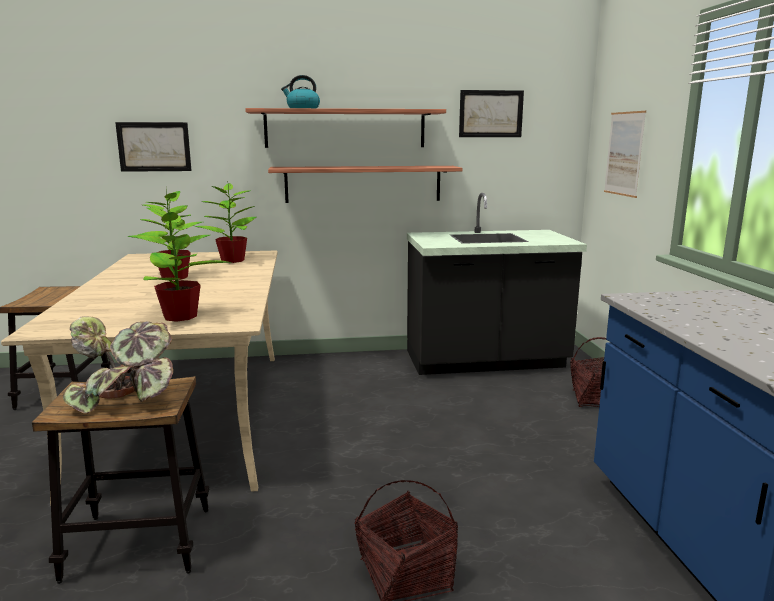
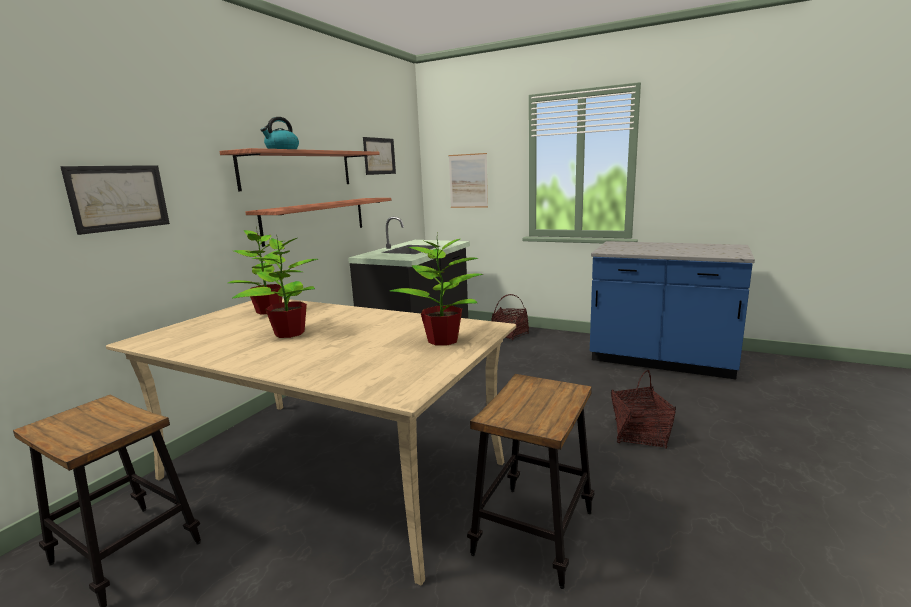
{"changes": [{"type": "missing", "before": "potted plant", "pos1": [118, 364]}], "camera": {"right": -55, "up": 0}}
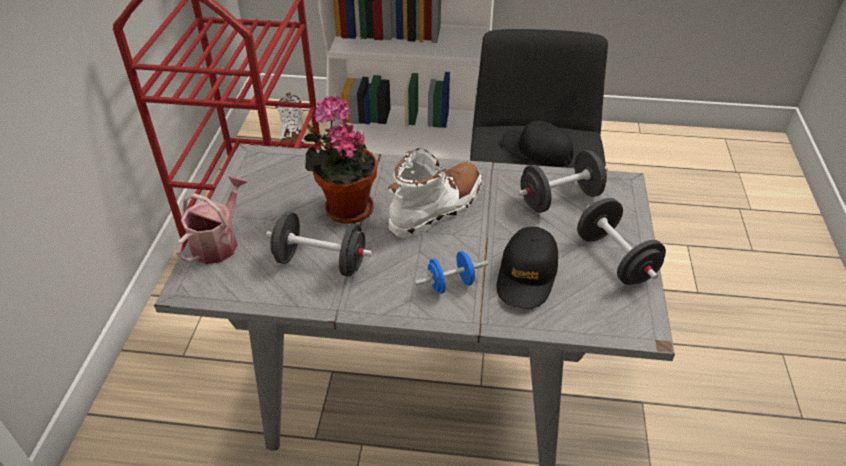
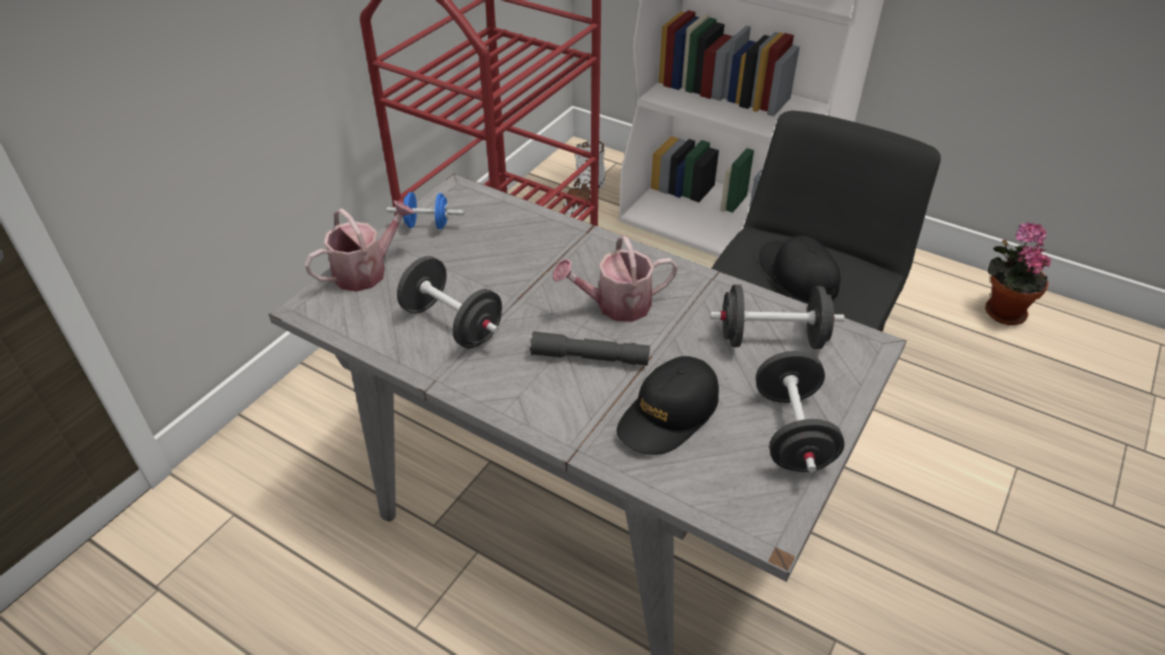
{"changes": [{"type": "relocated", "before": "blue dumbbell", "pos1": [451, 272], "pos2": [425, 210]}, {"type": "appeared", "after": "grey flashlight", "pos2": [590, 348]}, {"type": "exchanged", "before": "white boot", "after": "watering can", "pos1": [434, 193], "pos2": [615, 279]}, {"type": "relocated", "before": "potted plant", "pos1": [340, 160], "pos2": [1018, 273]}], "camera": {"right": 25, "up": 0}}
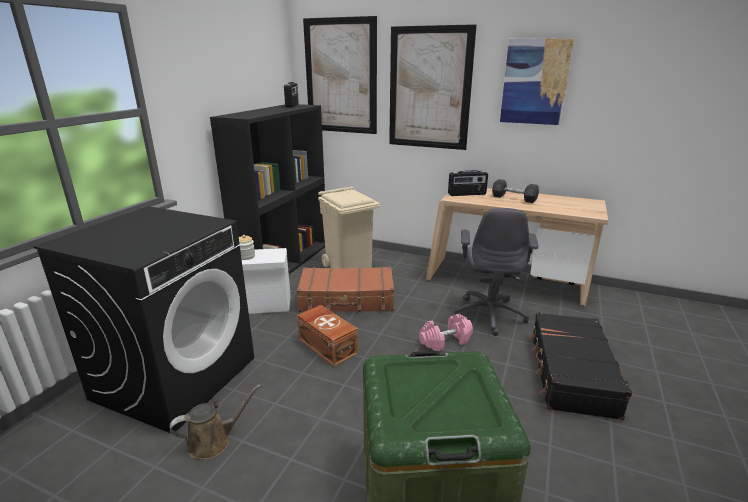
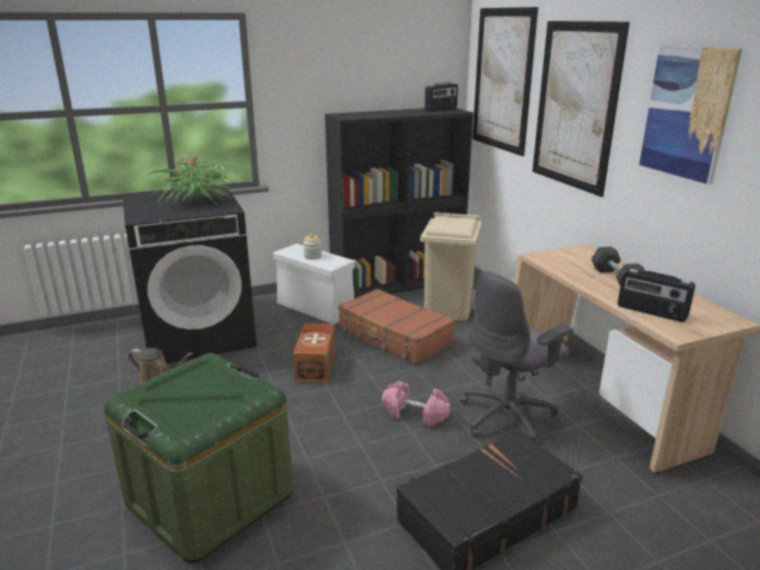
{"changes": [{"type": "appeared", "after": "potted plant", "pos2": [194, 179]}, {"type": "relocated", "before": "radio", "pos1": [468, 183], "pos2": [656, 295]}], "camera": {"right": 45, "up": 0}}
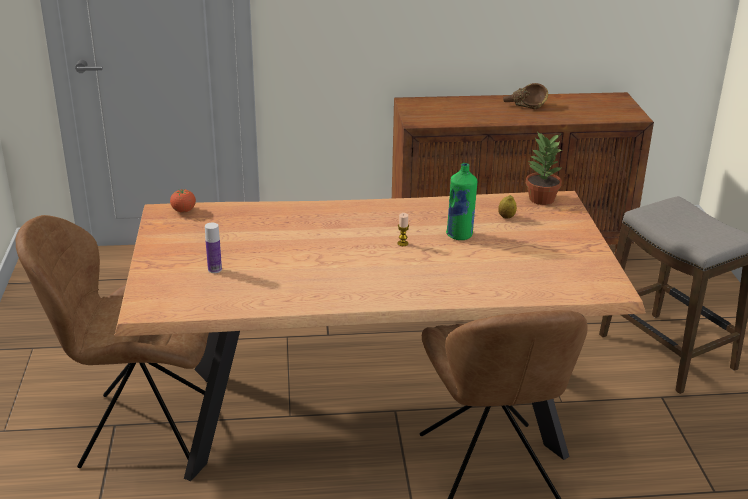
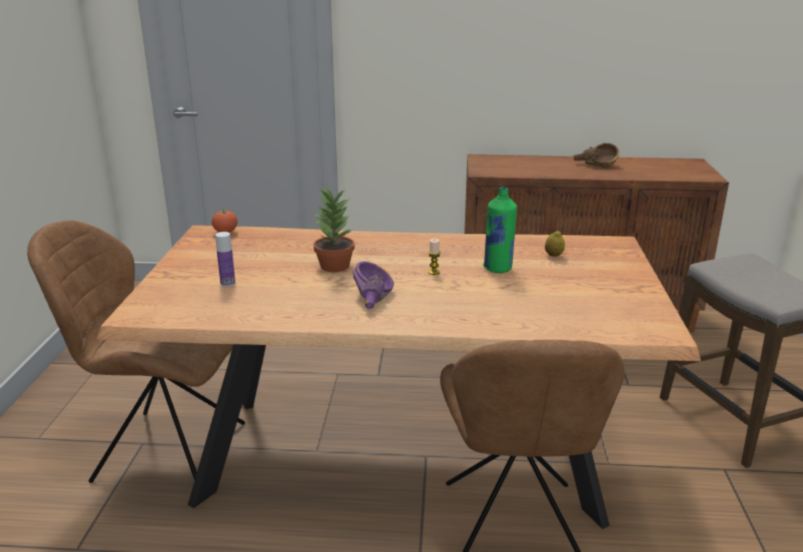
{"changes": [{"type": "relocated", "before": "potted plant", "pos1": [544, 168], "pos2": [334, 229]}, {"type": "appeared", "after": "purple bowl", "pos2": [373, 285]}], "camera": {"right": 10, "up": -5}}
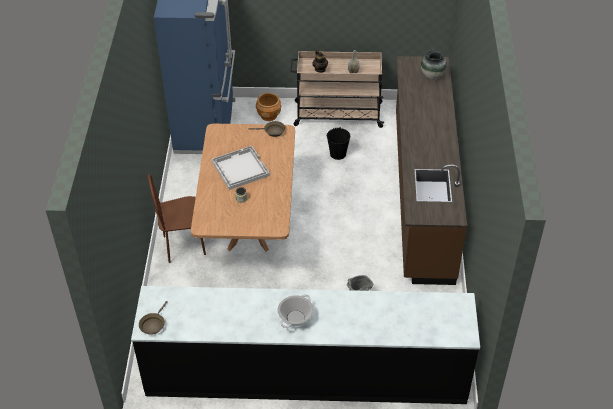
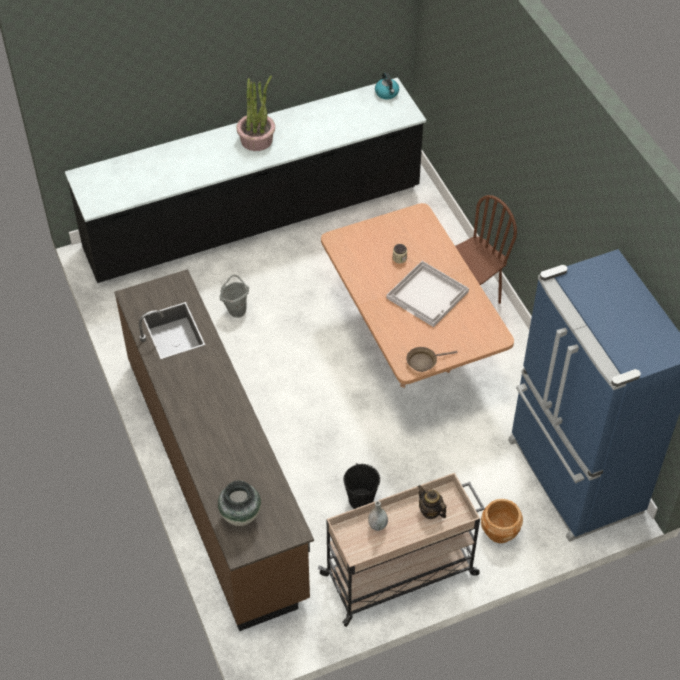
{"changes": [{"type": "exchanged", "before": "cooking pot", "after": "potted plant", "pos1": [296, 311], "pos2": [256, 113]}, {"type": "exchanged", "before": "brown frying pan", "after": "kettle", "pos1": [153, 318], "pos2": [387, 85]}], "camera": {"right": 155, "up": 5}}
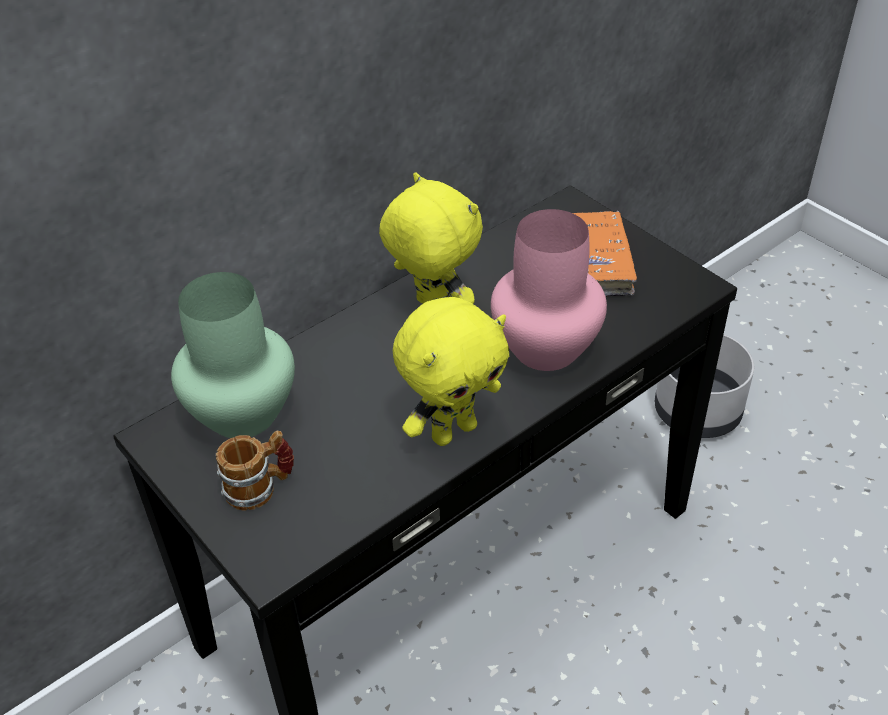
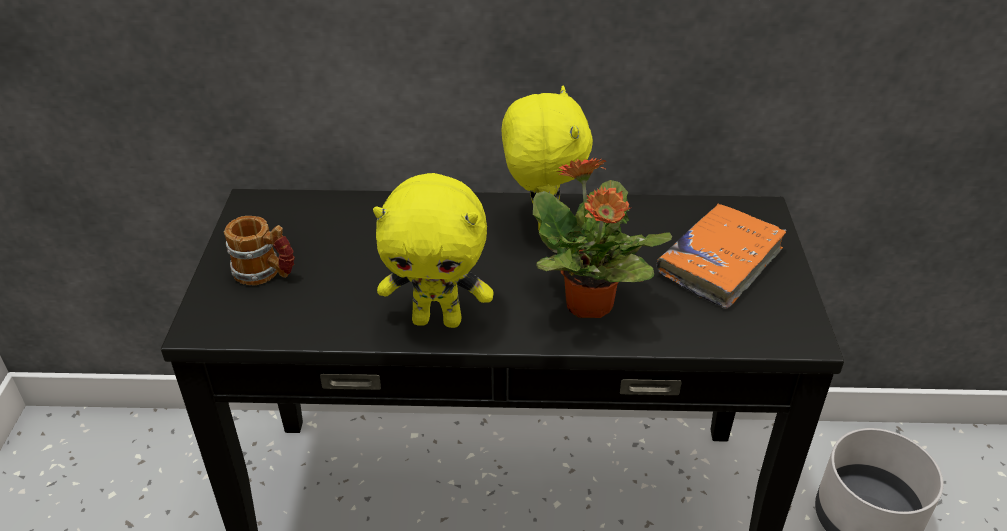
{"changes": [{"type": "exchanged", "before": "pink vase", "after": "potted plant", "pos1": [549, 290], "pos2": [602, 237]}, {"type": "missing", "before": "green vase", "pos1": [233, 355]}], "camera": {"right": 40, "up": -5}}
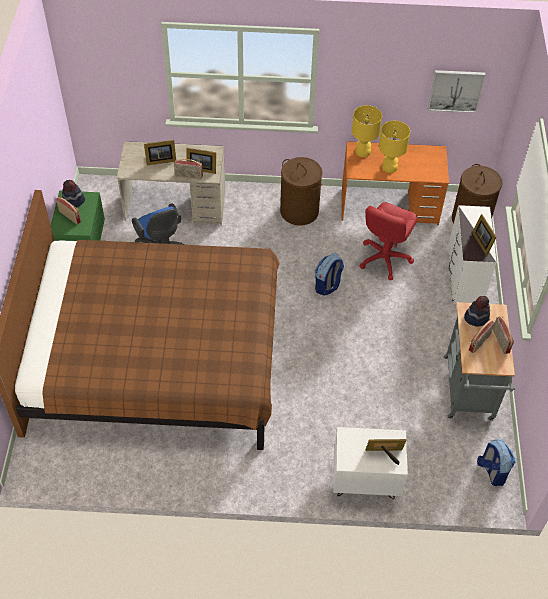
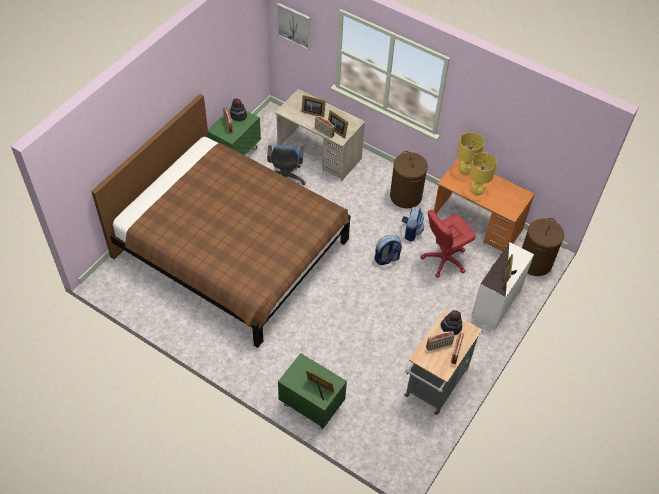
{"changes": [{"type": "relocated", "before": "picture", "pos1": [456, 91], "pos2": [294, 26]}, {"type": "colour", "before": "white nightstand", "after": "green nightstand", "pos1": [370, 463], "pos2": [312, 391]}, {"type": "relocated", "before": "backpack", "pos1": [496, 462], "pos2": [413, 223]}], "camera": {"right": 30, "up": 0}}
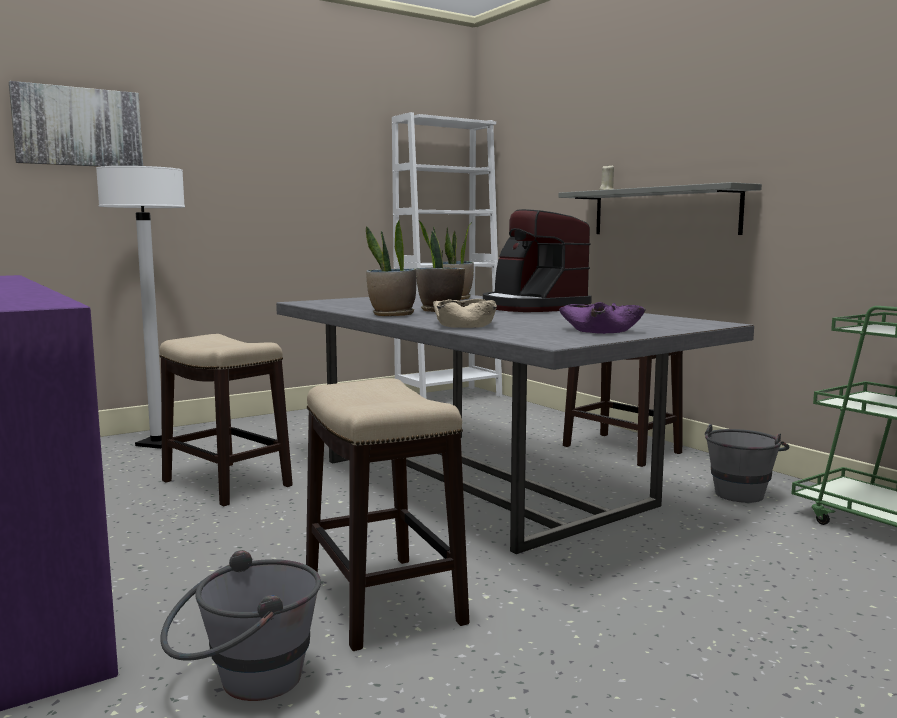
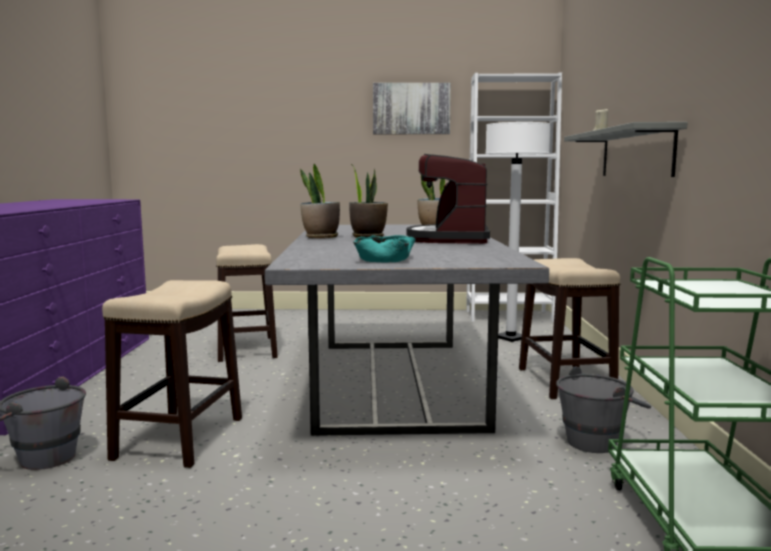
{"changes": [{"type": "colour", "before": "purple bowl", "after": "turquoise bowl", "pos1": [602, 318], "pos2": [384, 248]}, {"type": "relocated", "before": "picture", "pos1": [76, 124], "pos2": [412, 108]}, {"type": "relocated", "before": "white floor lamp", "pos1": [140, 307], "pos2": [517, 232]}, {"type": "missing", "before": "beige bowl", "pos1": [465, 313]}], "camera": {"right": 35, "up": 0}}
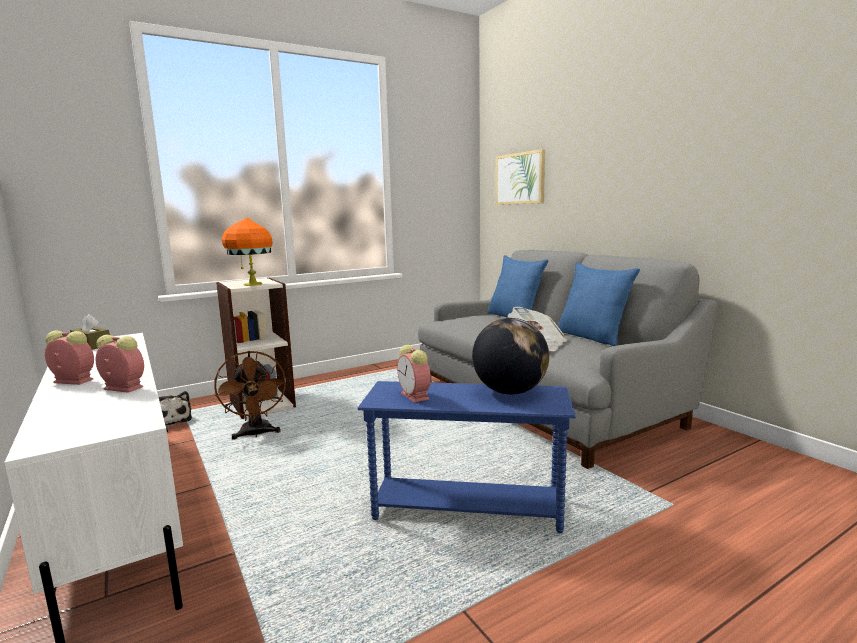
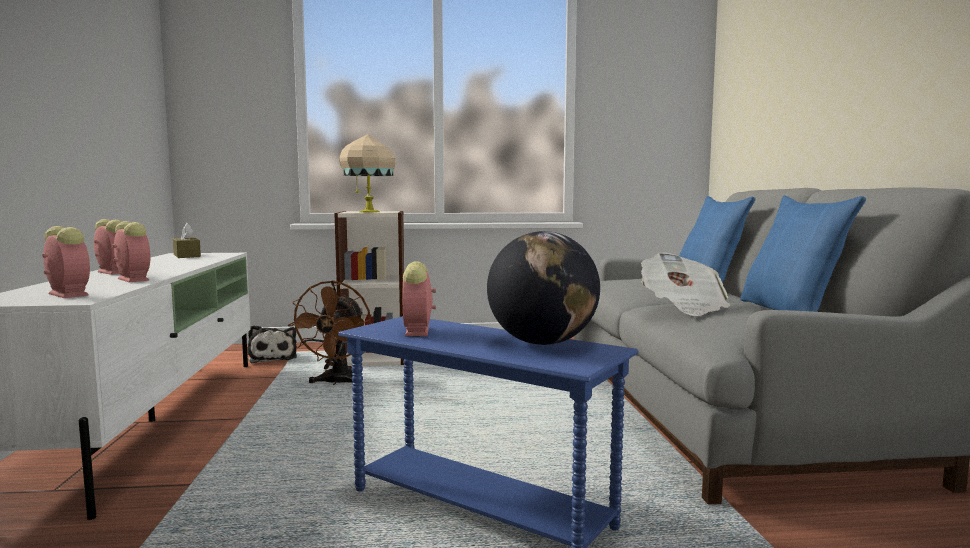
{"changes": [{"type": "appeared", "after": "alarm clock", "pos2": [66, 262]}, {"type": "colour", "before": "orange table lamp", "after": "beige table lamp", "pos1": [247, 251], "pos2": [367, 173]}, {"type": "missing", "before": "picture", "pos1": [520, 177]}], "camera": {"right": 25, "up": -5}}
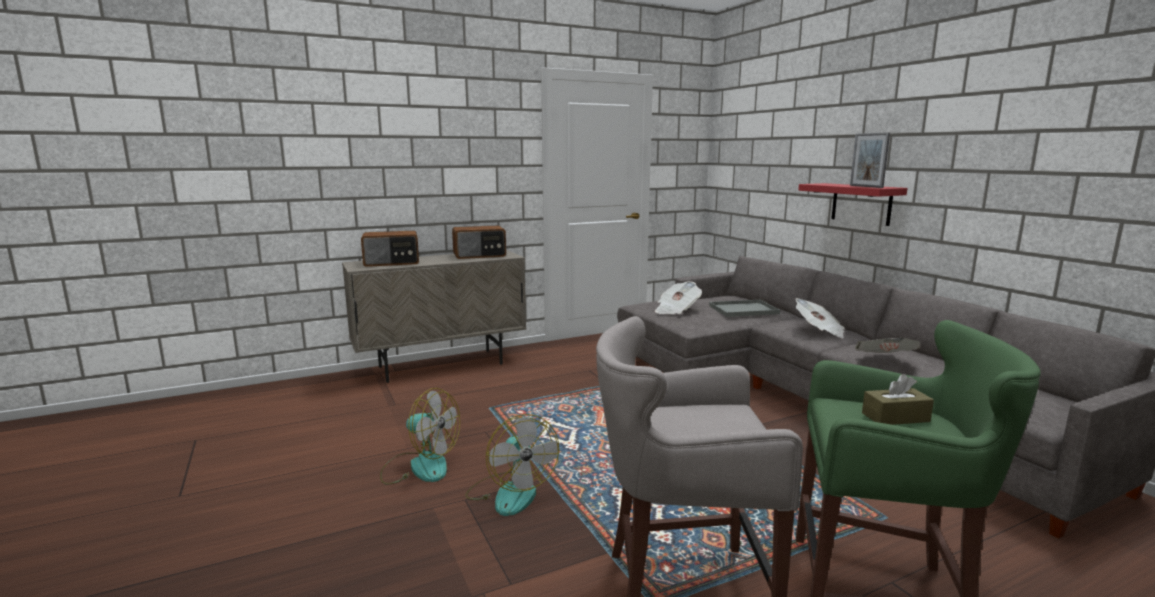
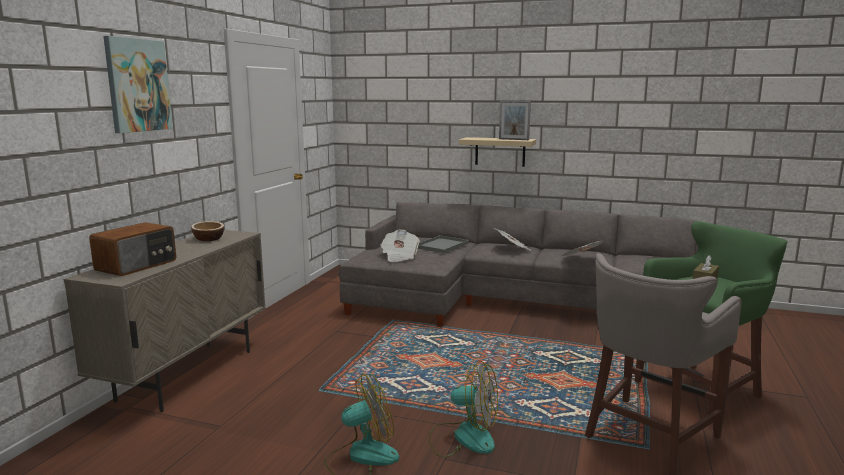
{"changes": [{"type": "appeared", "after": "picture", "pos2": [138, 84]}, {"type": "exchanged", "before": "radio", "after": "bowl", "pos1": [479, 242], "pos2": [207, 231]}, {"type": "colour", "before": "red shelf", "after": "beige shelf", "pos1": [852, 204], "pos2": [497, 152]}], "camera": {"right": -45, "up": 0}}
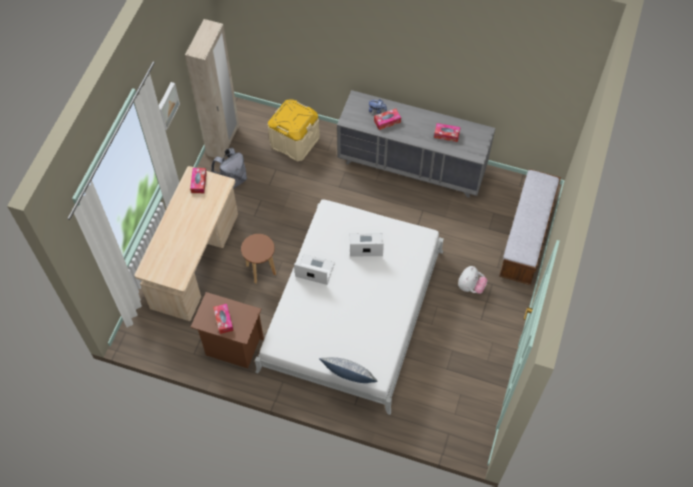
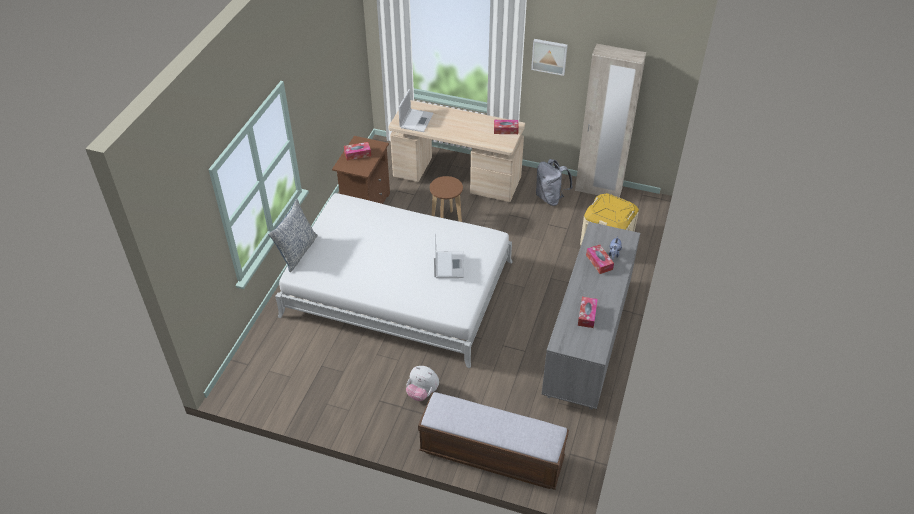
{"changes": [{"type": "relocated", "before": "laptop", "pos1": [314, 269], "pos2": [416, 110]}], "camera": {"right": 90, "up": -15}}
